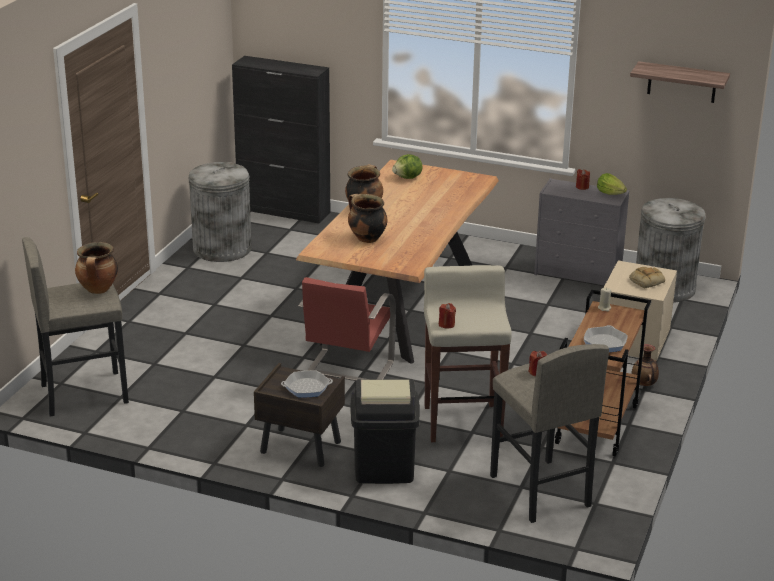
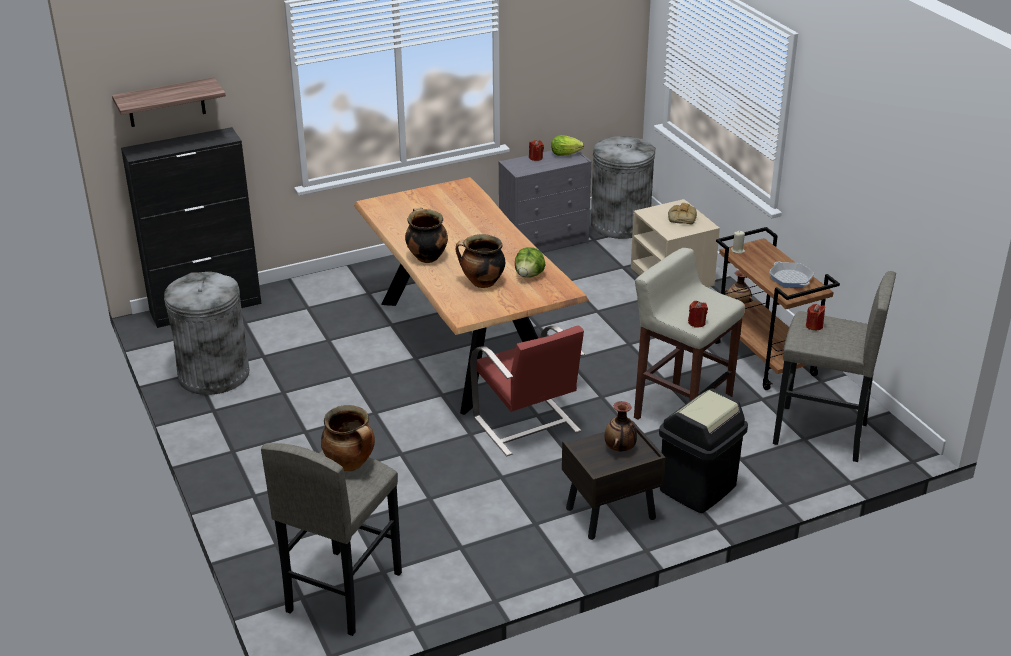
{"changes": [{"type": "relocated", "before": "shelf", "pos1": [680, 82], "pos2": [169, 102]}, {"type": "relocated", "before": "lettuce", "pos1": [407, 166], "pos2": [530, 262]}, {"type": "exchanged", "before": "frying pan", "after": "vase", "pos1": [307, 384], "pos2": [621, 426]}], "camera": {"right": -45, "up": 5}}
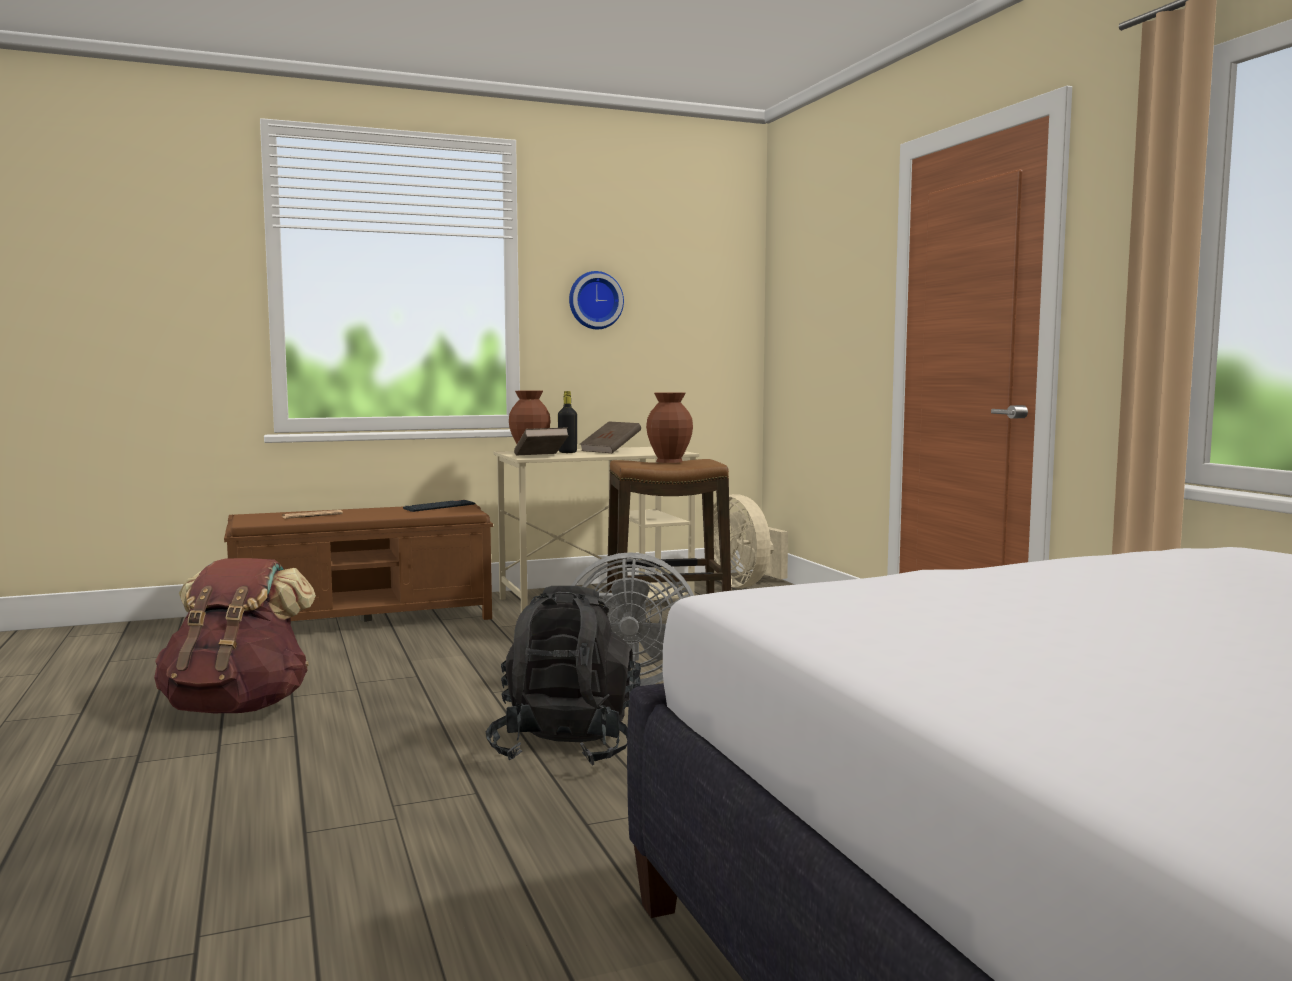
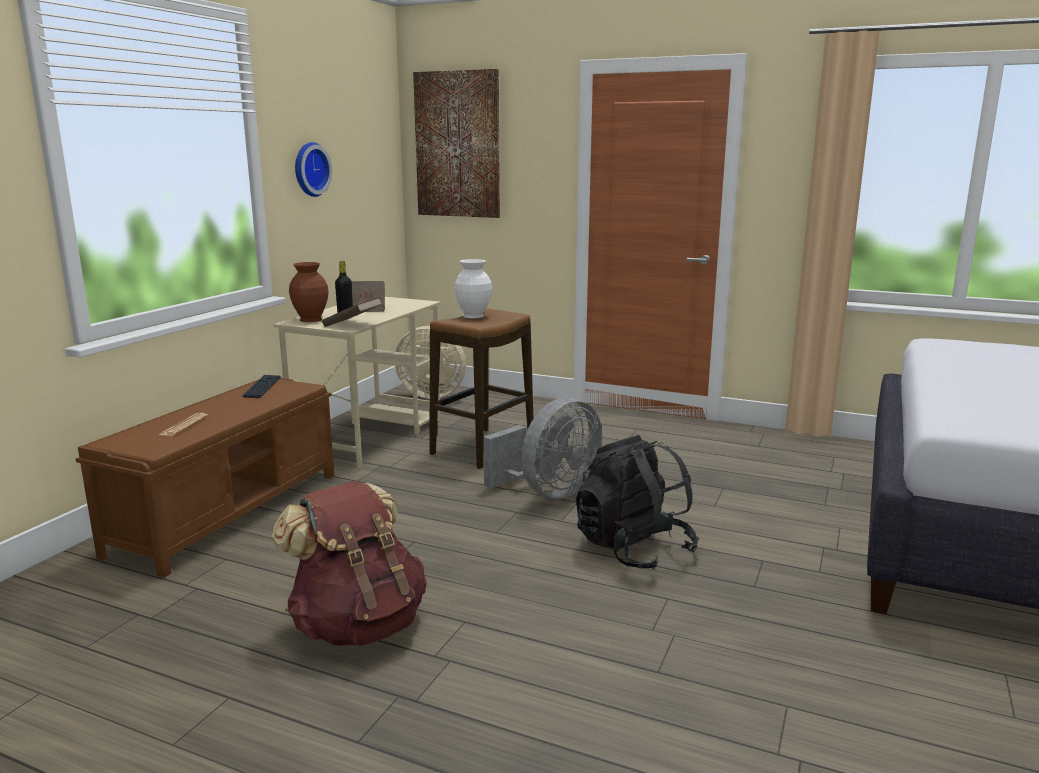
{"changes": [{"type": "appeared", "after": "picture", "pos2": [456, 143]}, {"type": "colour", "before": "brown vase", "after": "white vase", "pos1": [669, 427], "pos2": [473, 288]}], "camera": {"right": -45, "up": 10}}
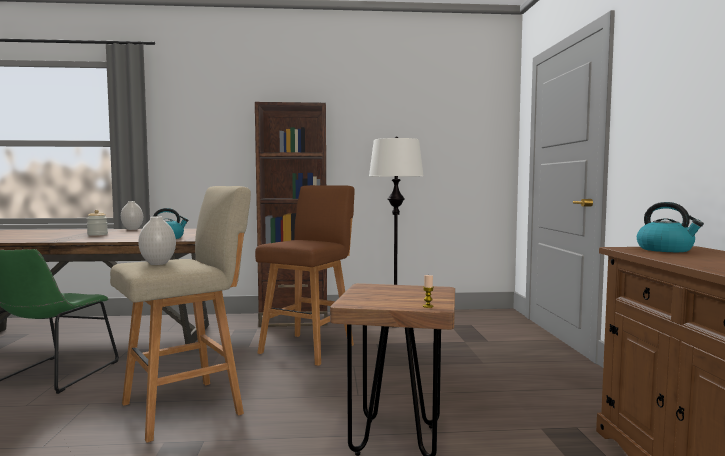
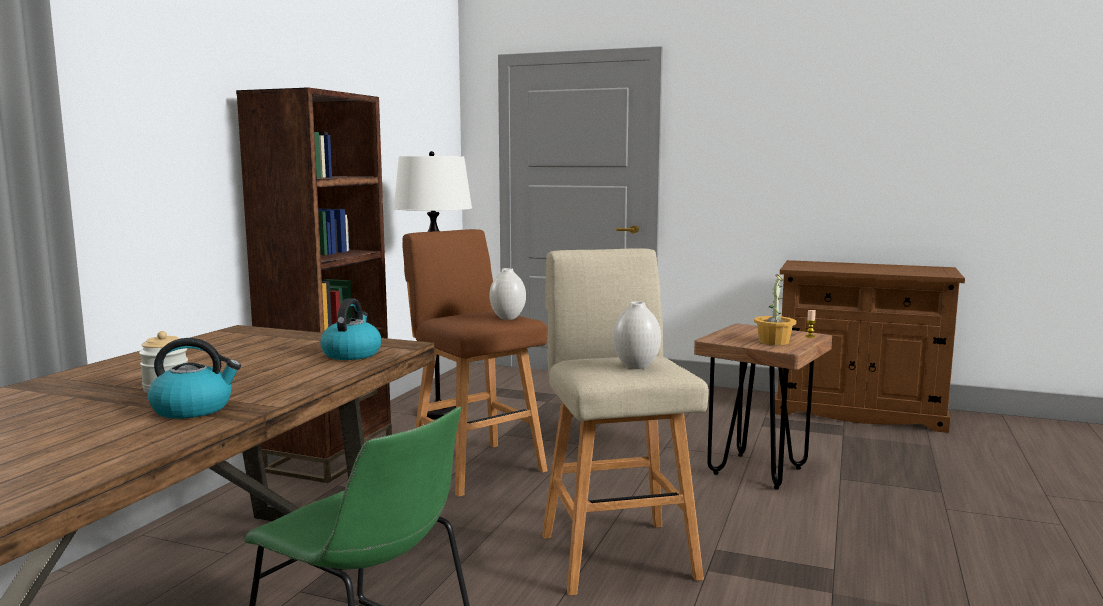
{"changes": [{"type": "relocated", "before": "kettle", "pos1": [670, 227], "pos2": [194, 378]}, {"type": "relocated", "before": "white vase", "pos1": [132, 215], "pos2": [508, 294]}, {"type": "appeared", "after": "potted plant", "pos2": [775, 309]}], "camera": {"right": -65, "up": 5}}
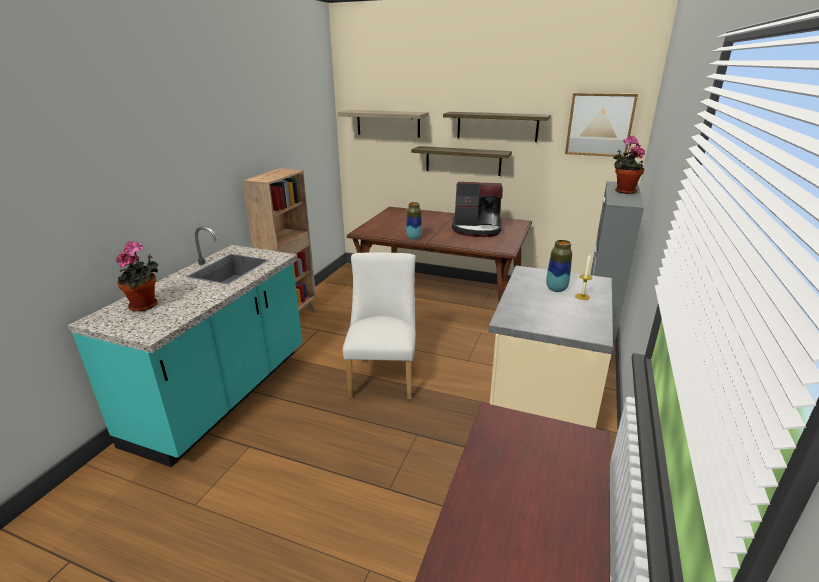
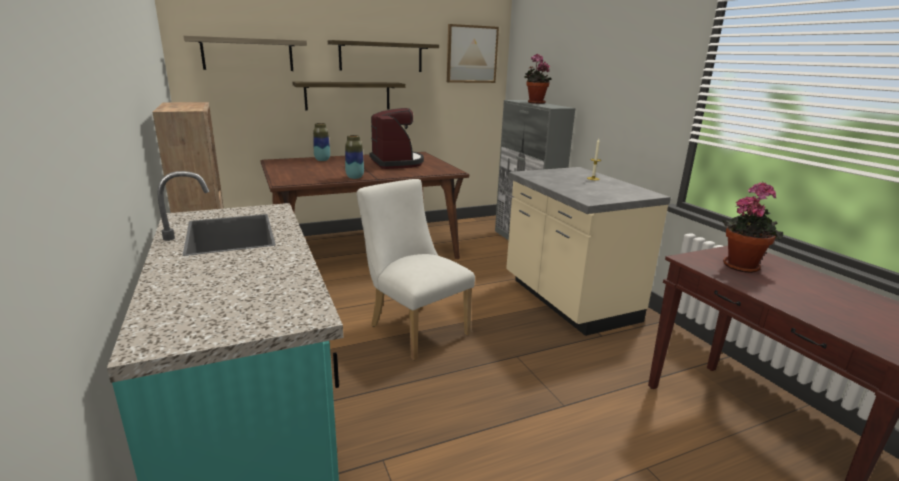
{"changes": [{"type": "relocated", "before": "vase", "pos1": [559, 266], "pos2": [321, 142]}, {"type": "spun", "before": "coffee machine", "pos1": [477, 209], "pos2": [396, 138], "turn": -75}, {"type": "relocated", "before": "potted plant", "pos1": [137, 276], "pos2": [752, 227]}], "camera": {"right": -45, "up": -5}}
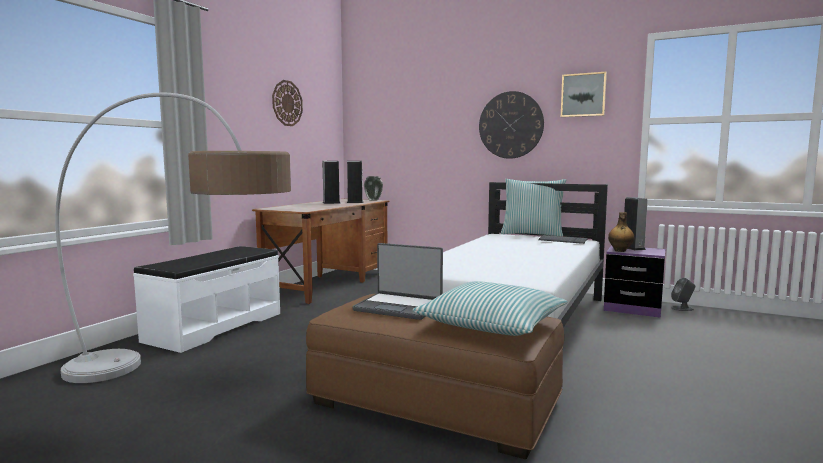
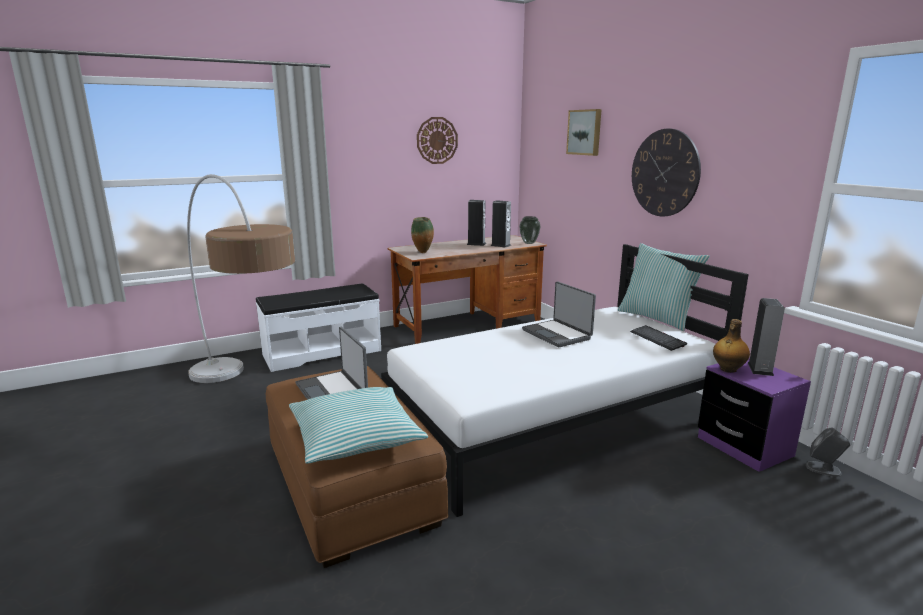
{"changes": [{"type": "appeared", "after": "vase", "pos2": [422, 235]}, {"type": "appeared", "after": "laptop", "pos2": [559, 314]}, {"type": "relocated", "before": "picture", "pos1": [584, 94], "pos2": [584, 132]}], "camera": {"right": 35, "up": 10}}
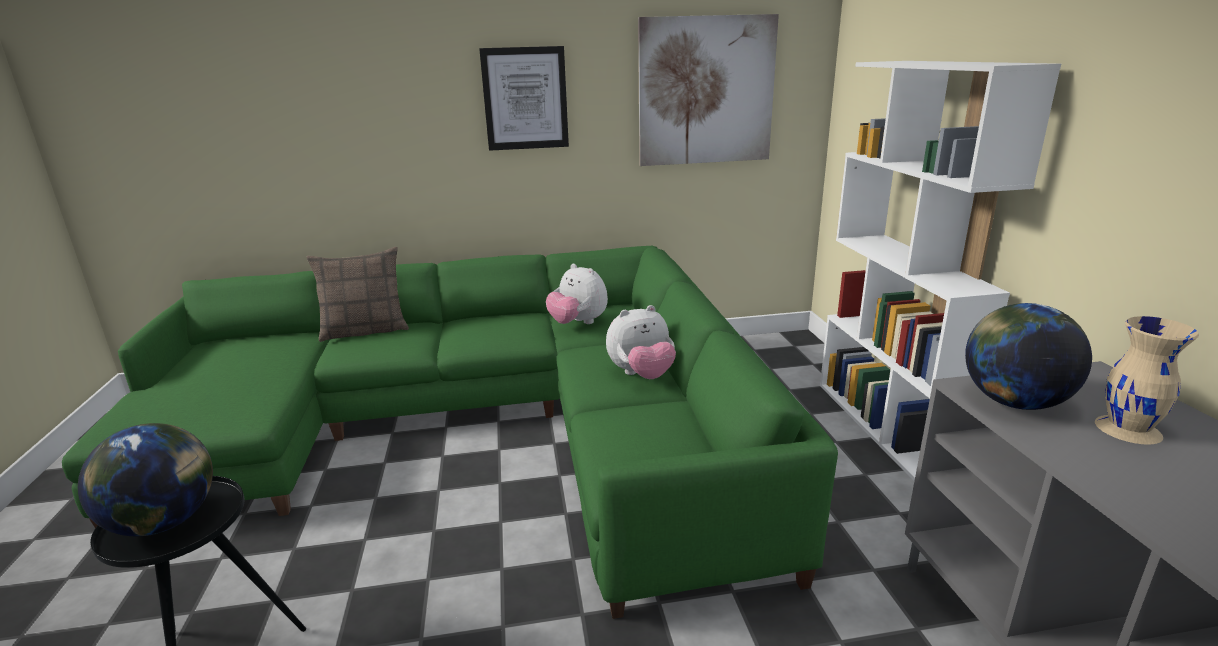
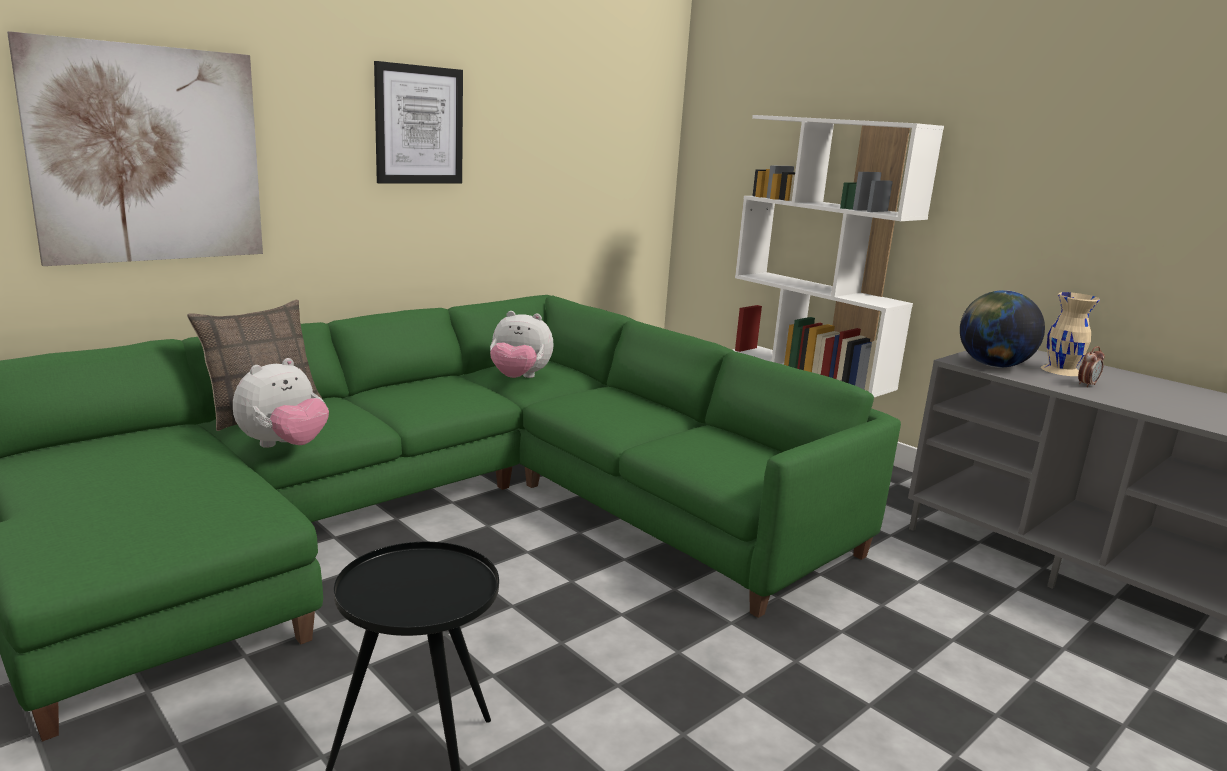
{"changes": [{"type": "relocated", "before": "picture", "pos1": [708, 90], "pos2": [135, 148]}, {"type": "relocated", "before": "plush toy", "pos1": [641, 342], "pos2": [281, 403]}, {"type": "appeared", "after": "alarm clock", "pos2": [1091, 366]}, {"type": "missing", "before": "globe", "pos1": [145, 479]}], "camera": {"right": -35, "up": -5}}
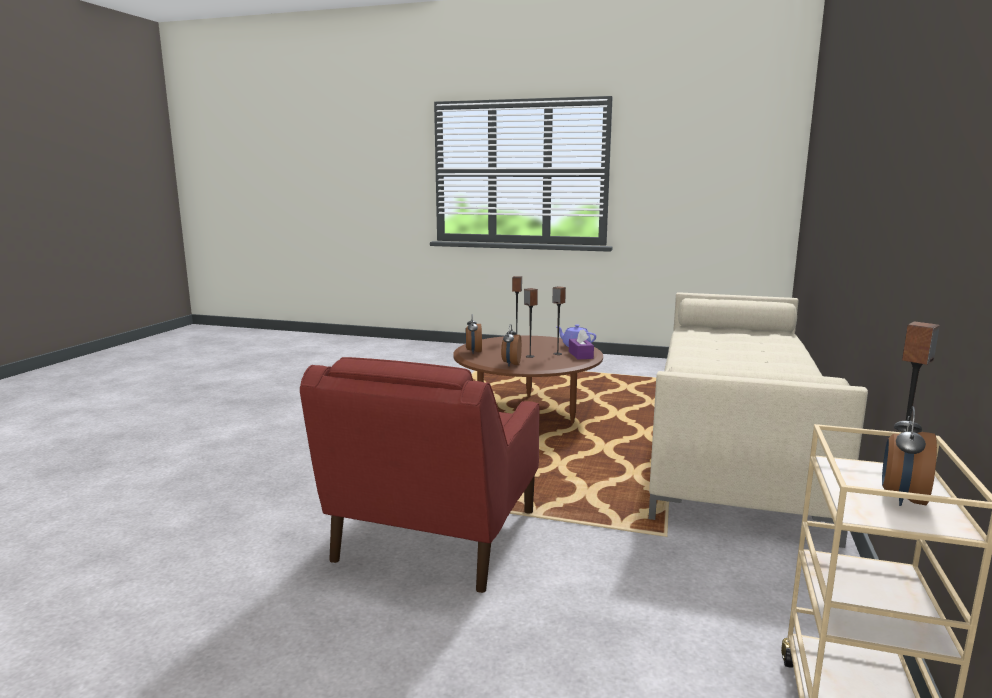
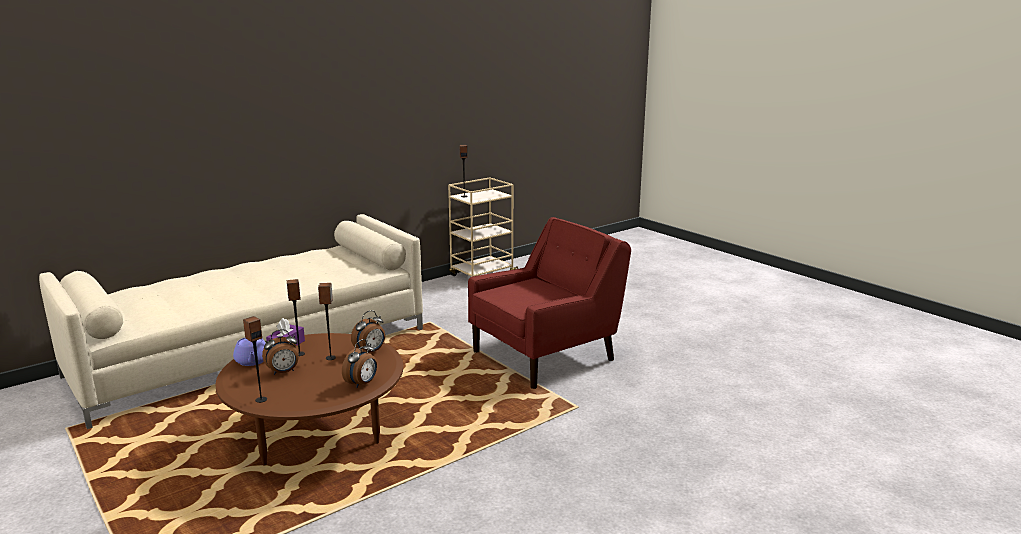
{"changes": [{"type": "relocated", "before": "alarm clock", "pos1": [909, 456], "pos2": [280, 352]}], "camera": {"right": -145, "up": 5}}
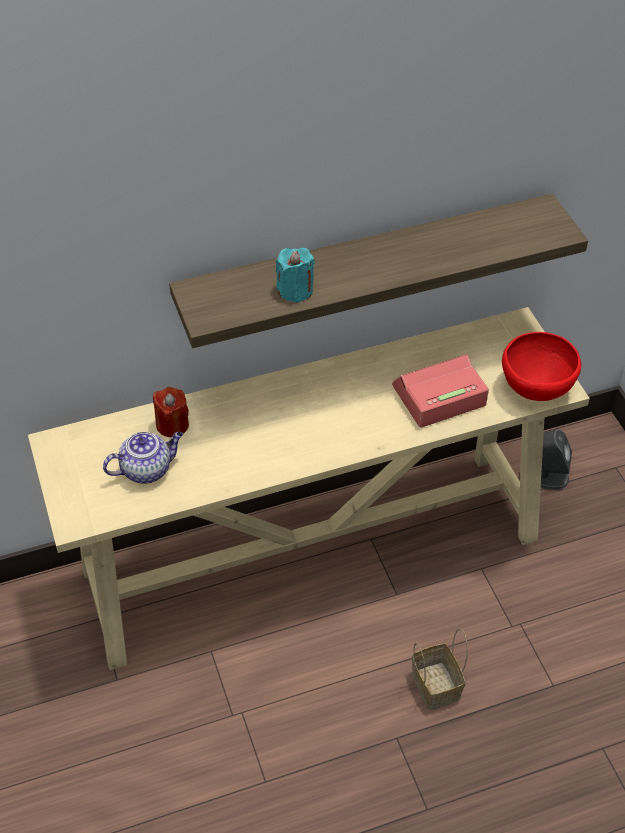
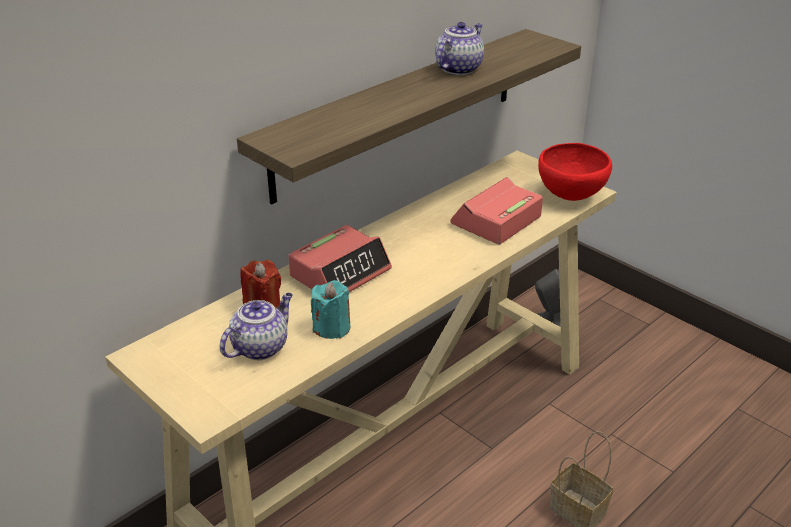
{"changes": [{"type": "appeared", "after": "alarm clock", "pos2": [340, 258]}, {"type": "relocated", "before": "turquoise candle", "pos1": [295, 275], "pos2": [330, 309]}, {"type": "appeared", "after": "teapot", "pos2": [459, 48]}], "camera": {"right": -25, "up": -15}}
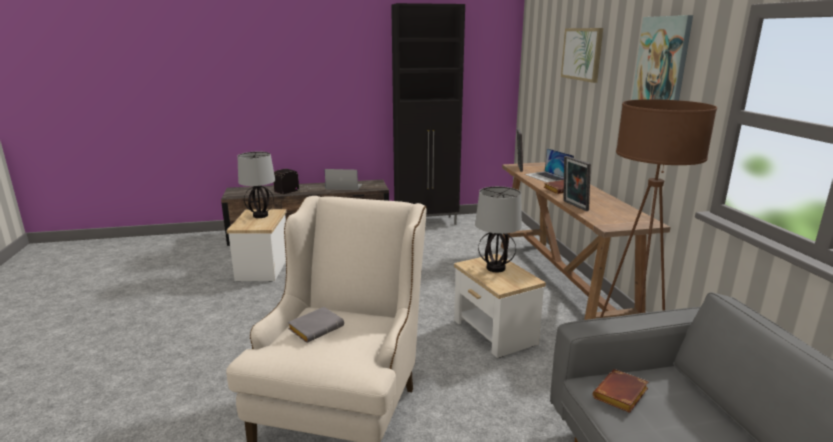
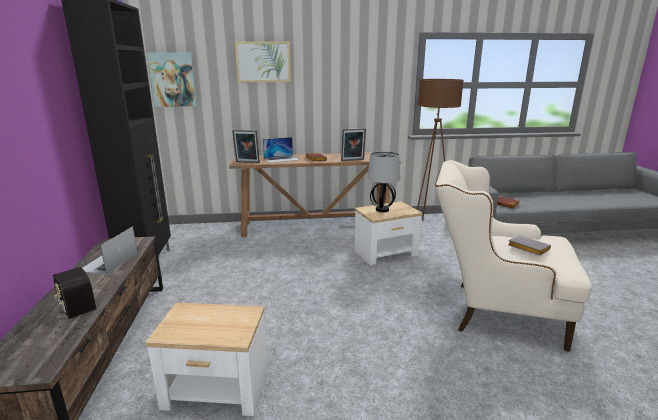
{"changes": [{"type": "relocated", "before": "picture", "pos1": [662, 57], "pos2": [172, 79]}, {"type": "missing", "before": "table lamp", "pos1": [256, 185]}], "camera": {"right": -85, "up": 0}}
